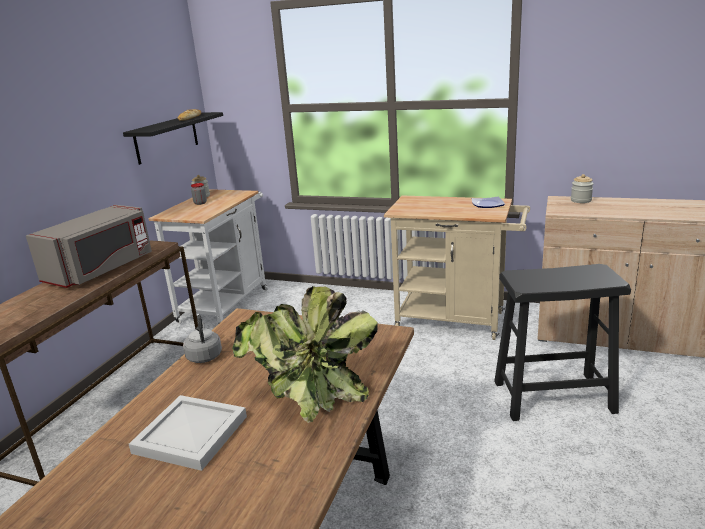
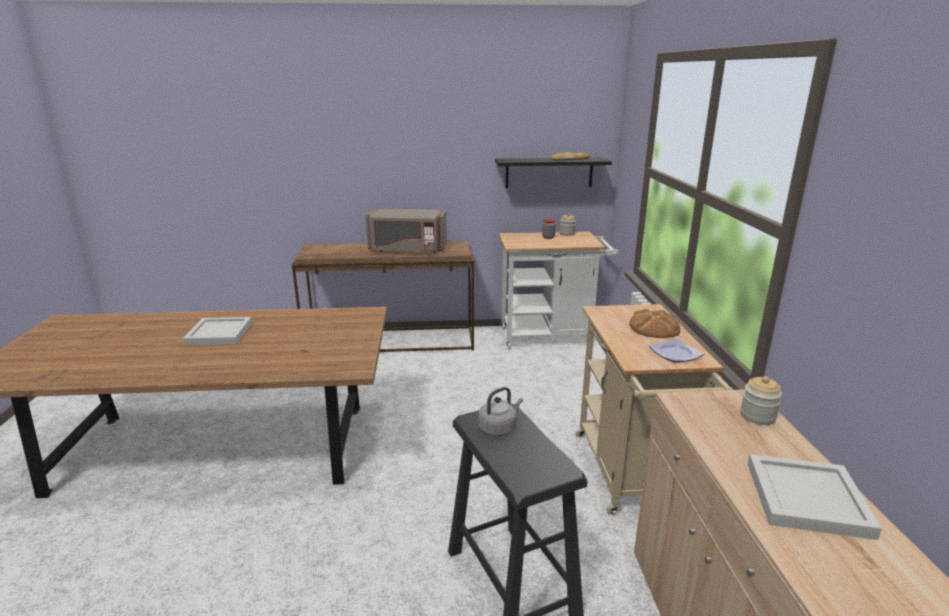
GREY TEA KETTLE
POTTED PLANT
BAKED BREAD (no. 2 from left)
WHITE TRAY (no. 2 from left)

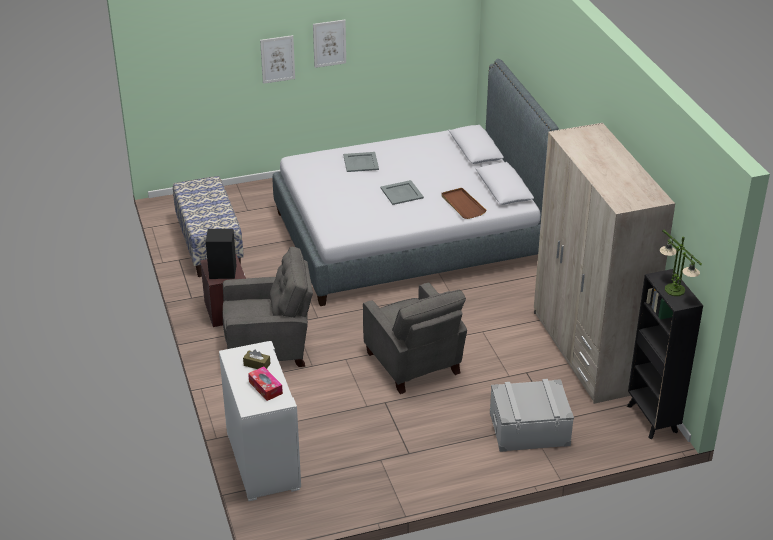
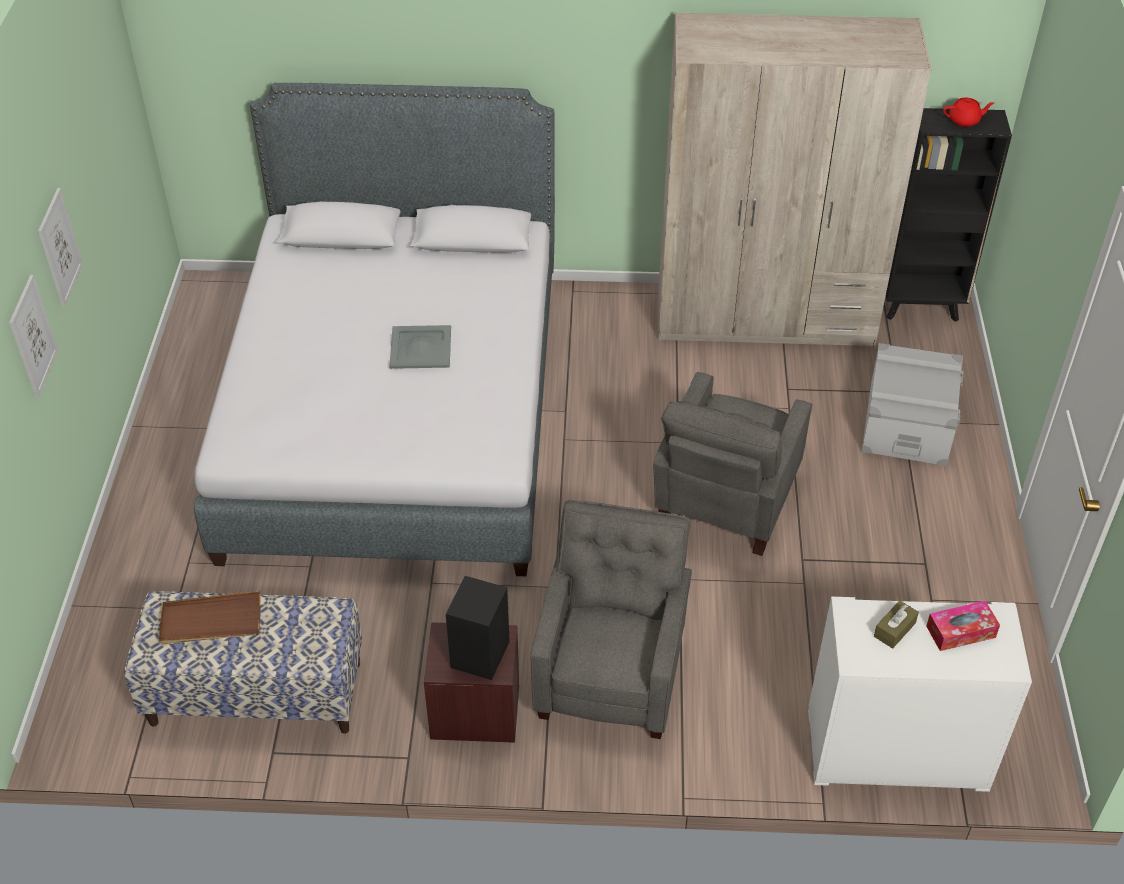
GREY TRAY (no. 1 from left in the first image)
GREY ARMCHAIR (no. 2 from left)
BROWN TRAY
REDDISH TEA POT

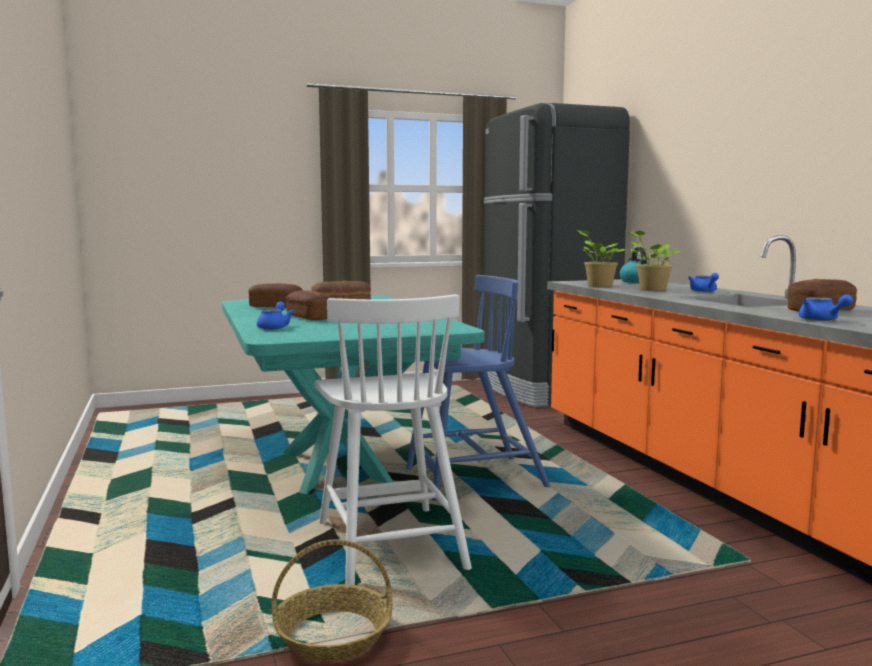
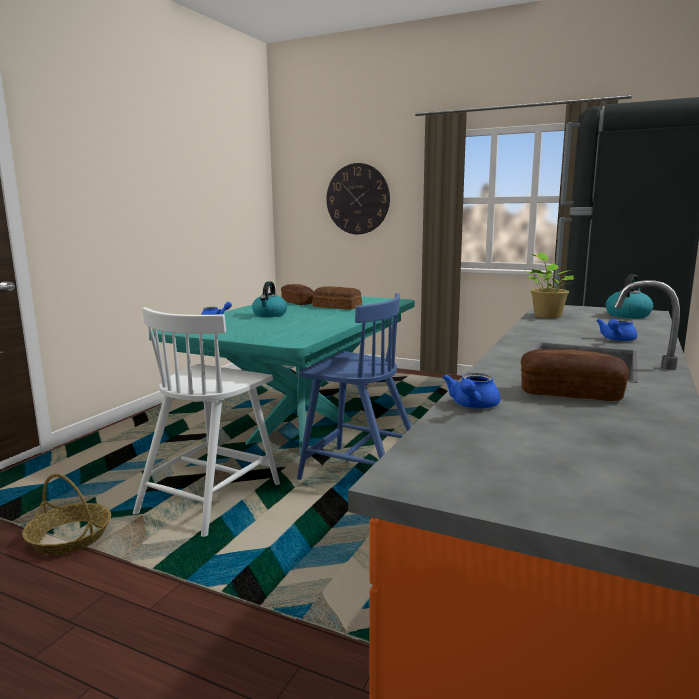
TEA KETTLE (no. 1 from left)
POTTED PLANT (no. 2 from left in the first image)
HANGING CLOCK

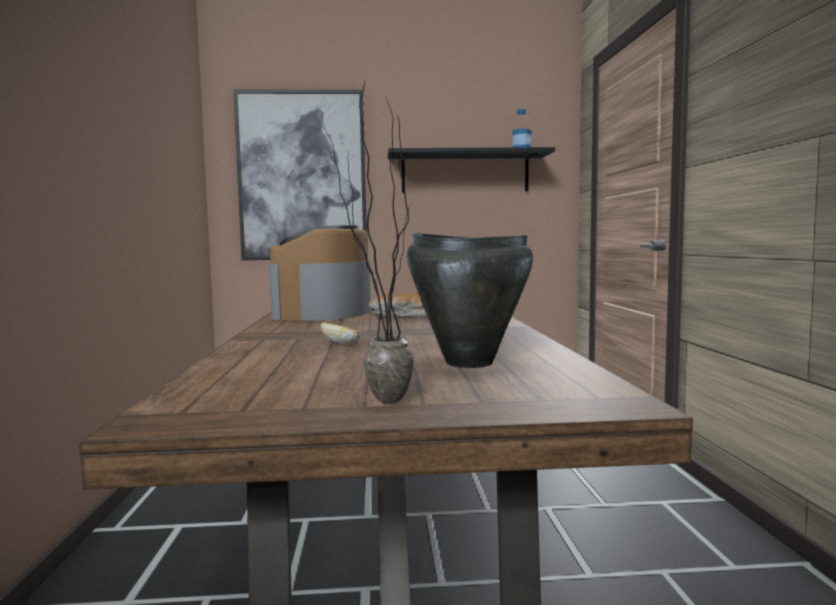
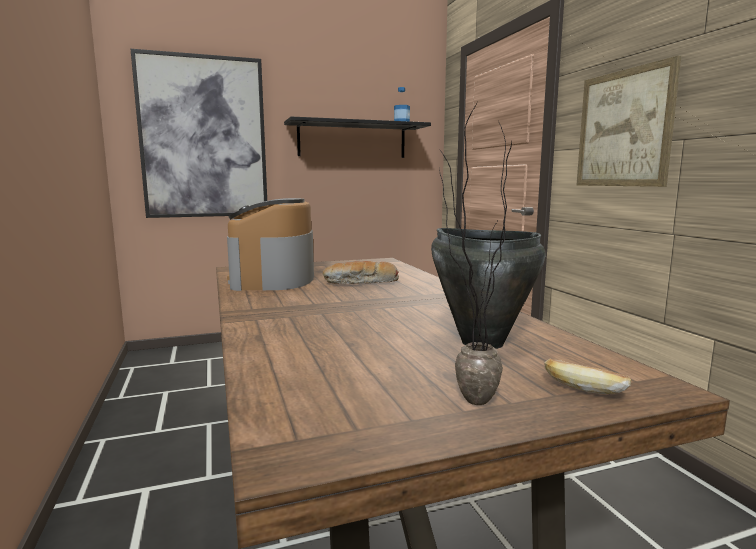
BAKED BREAD (no. 2 from left)
PICTURE (no. 2 from left)

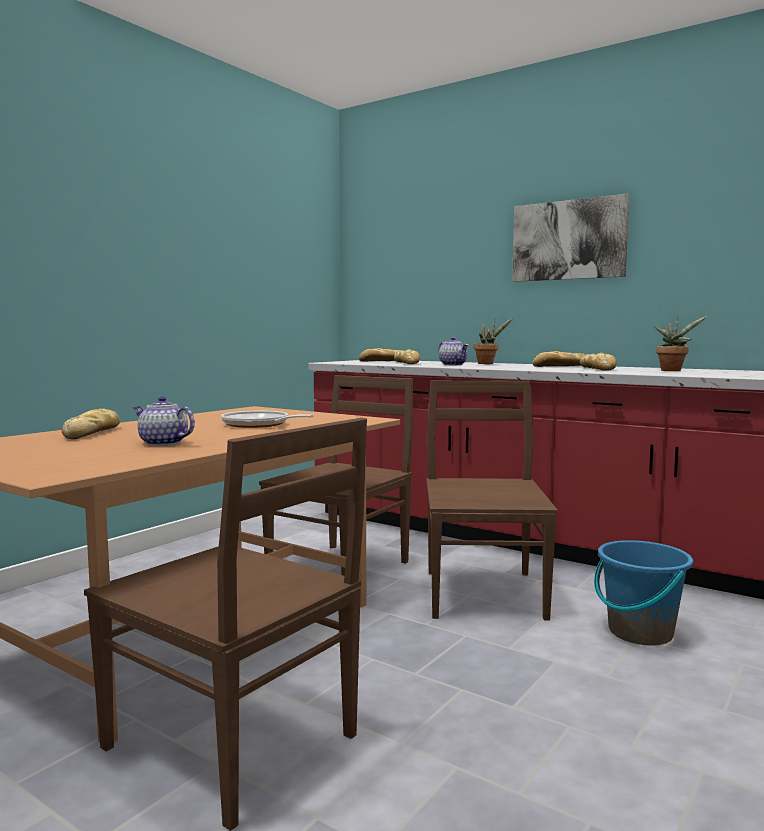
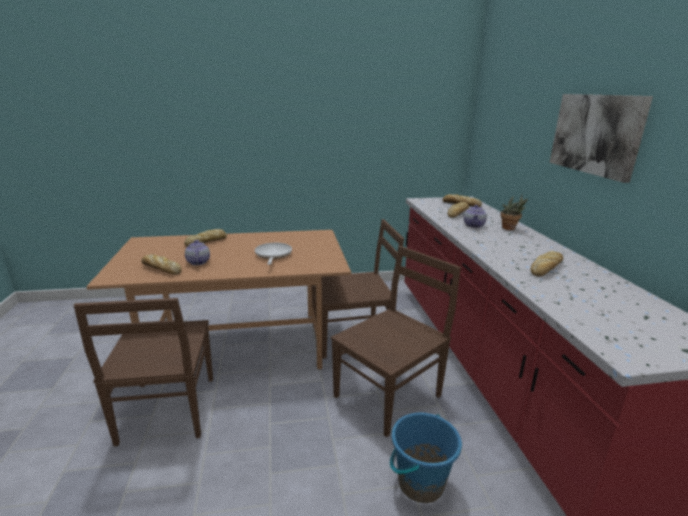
BAKED BREAD (no. 1 from left)
POTTED PLANT (no. 2 from left in the first image)

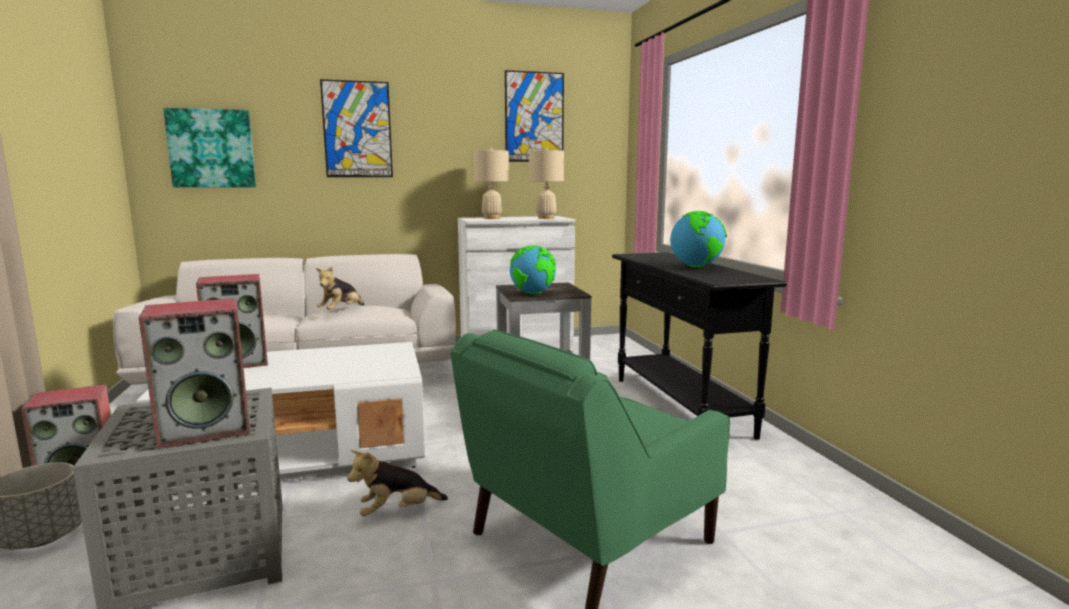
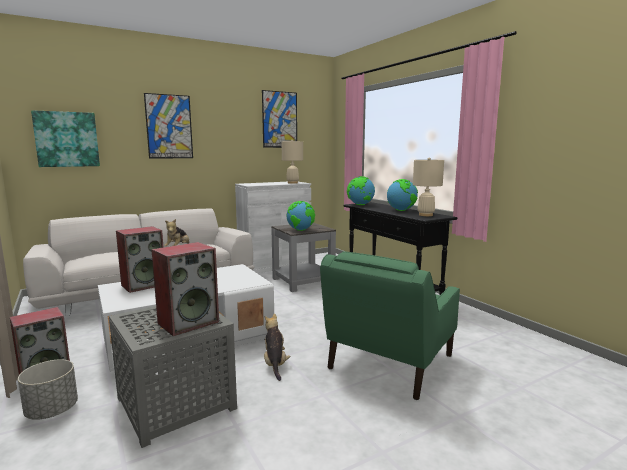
SOFT TOY (no. 2 from left)
BEIGE TABLETOP LAMP (no. 2 from left)
GLOBE (no. 2 from left)

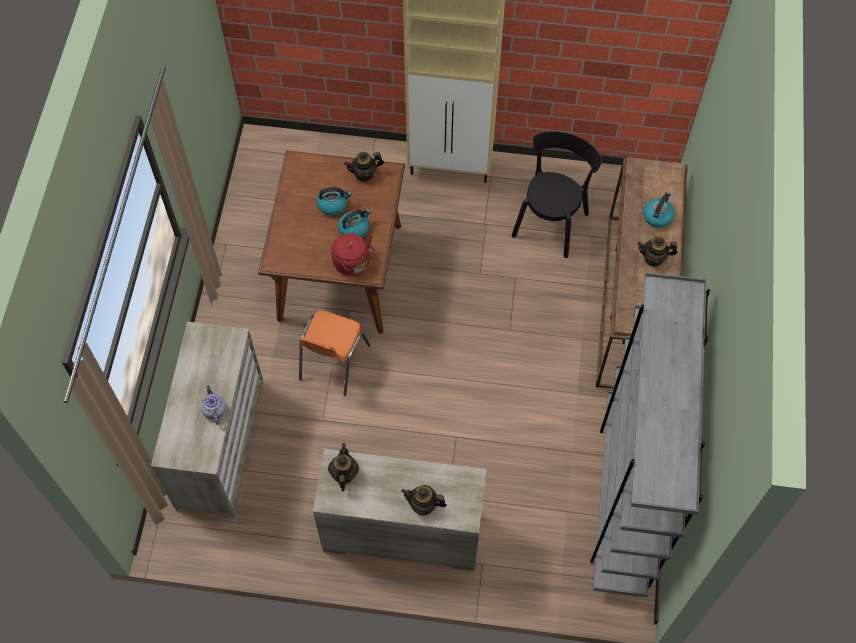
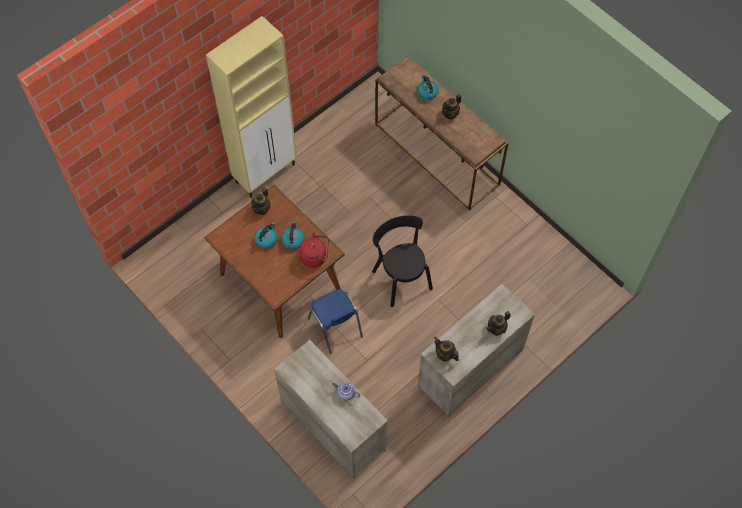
BLUE CHAIR
BLACK-COLOURED CHAIR
GREY SHELVING UNIT

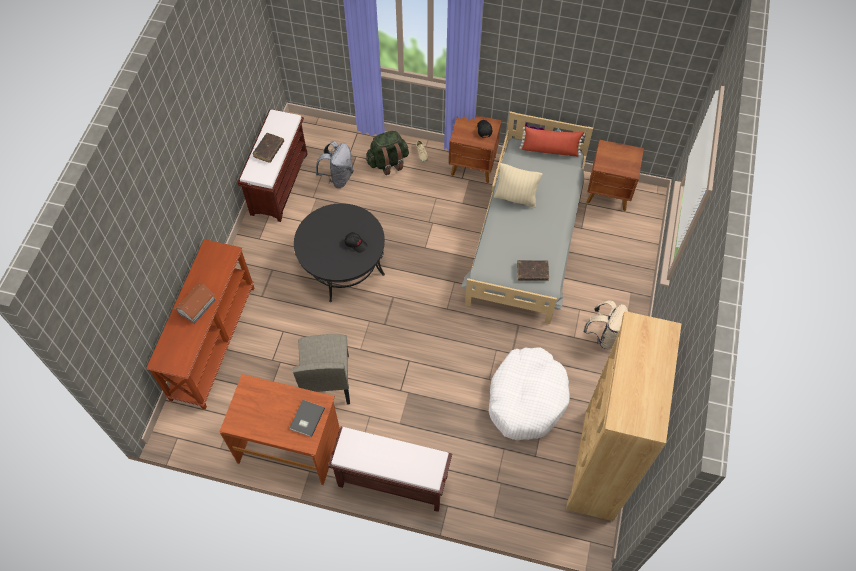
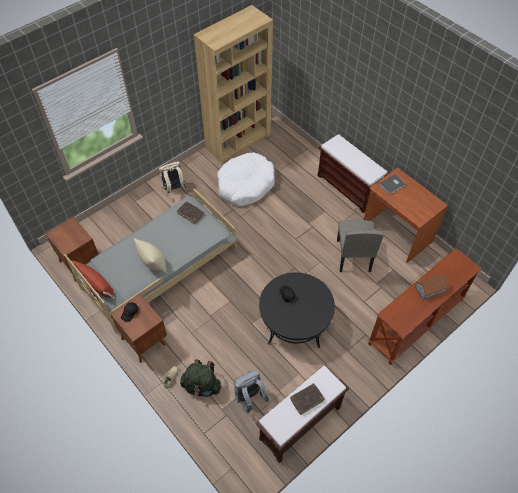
BEIGE CHAIR

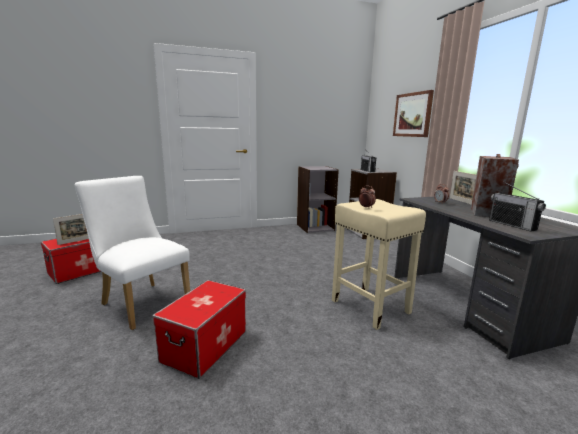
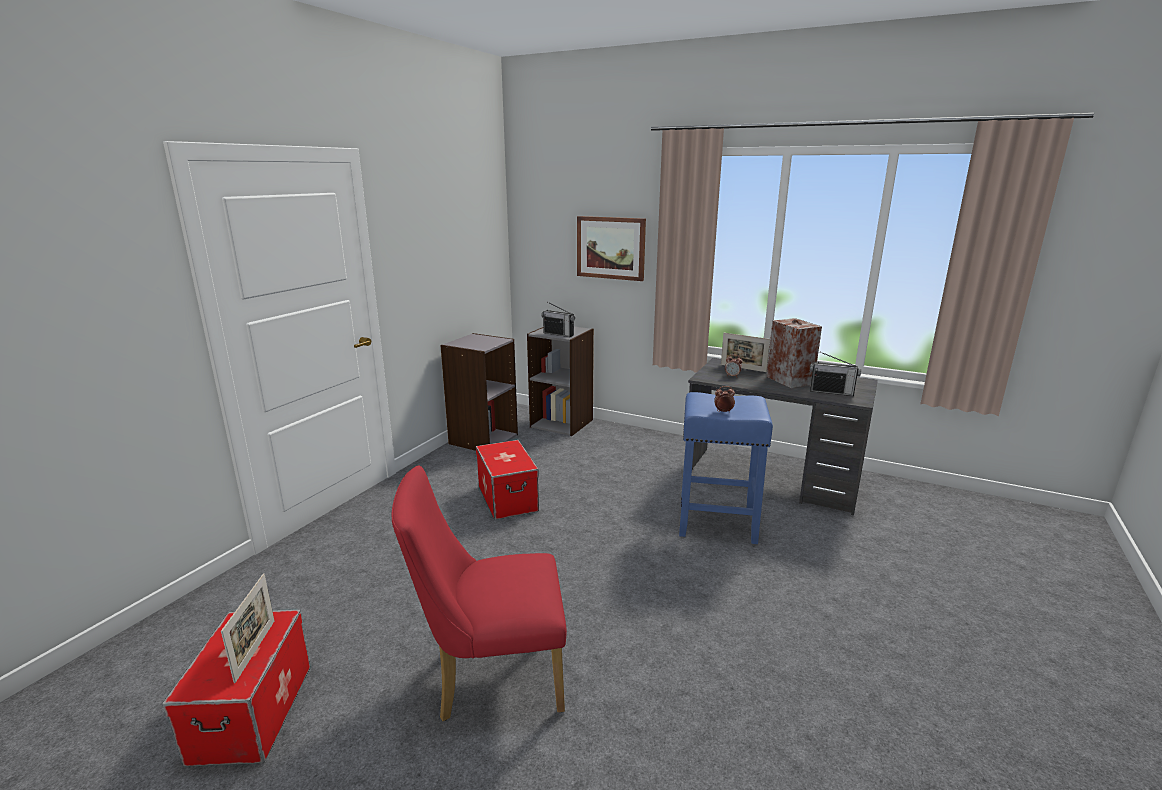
REDDISH CHAIR
STORAGE BOX (no. 2 from left)
BLUE STOOL SEAT

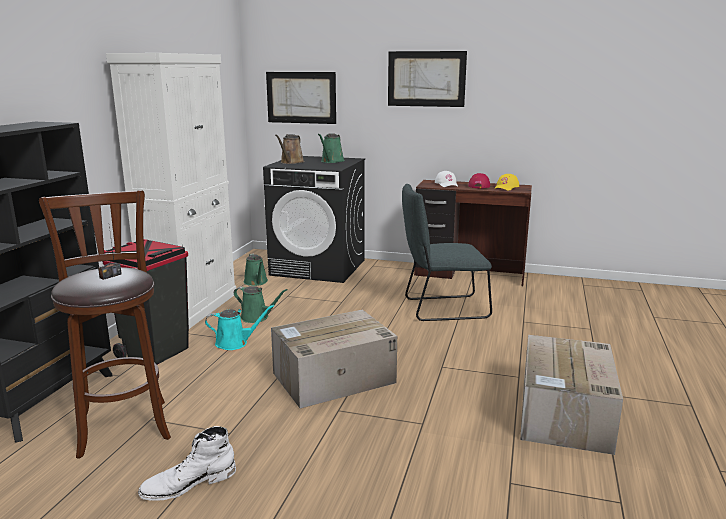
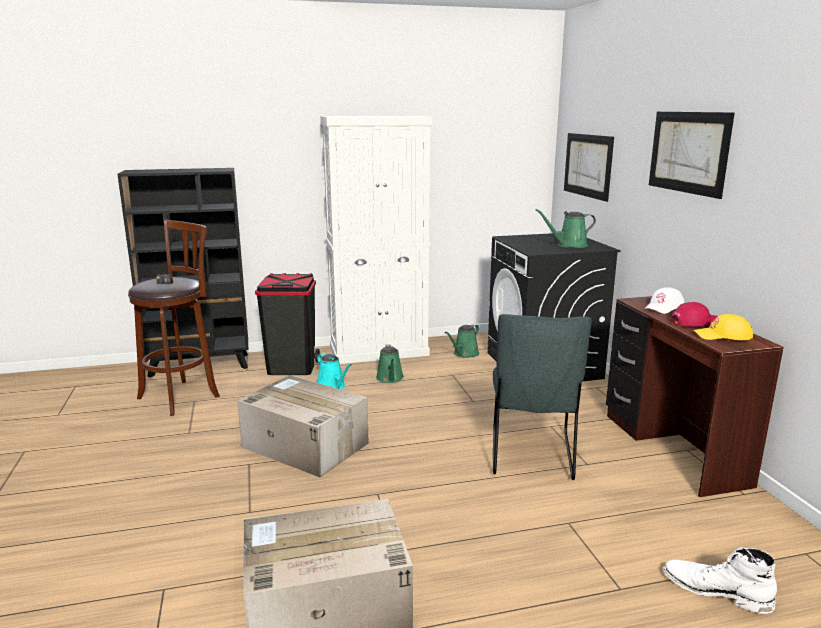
WHITE BOOT
BROWN WATERING CAN
GREY CHAIR

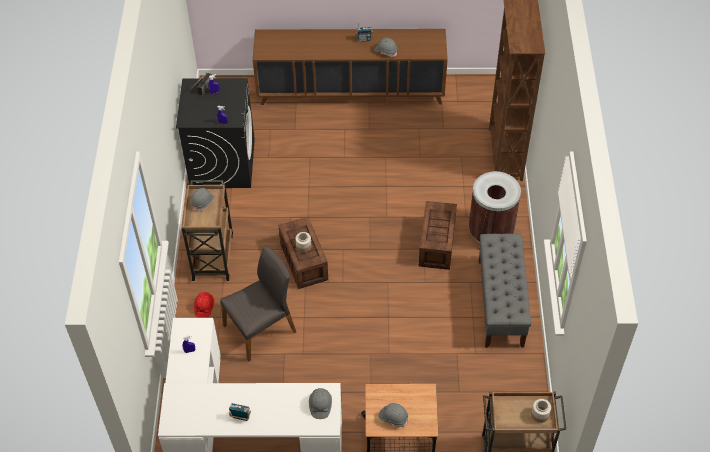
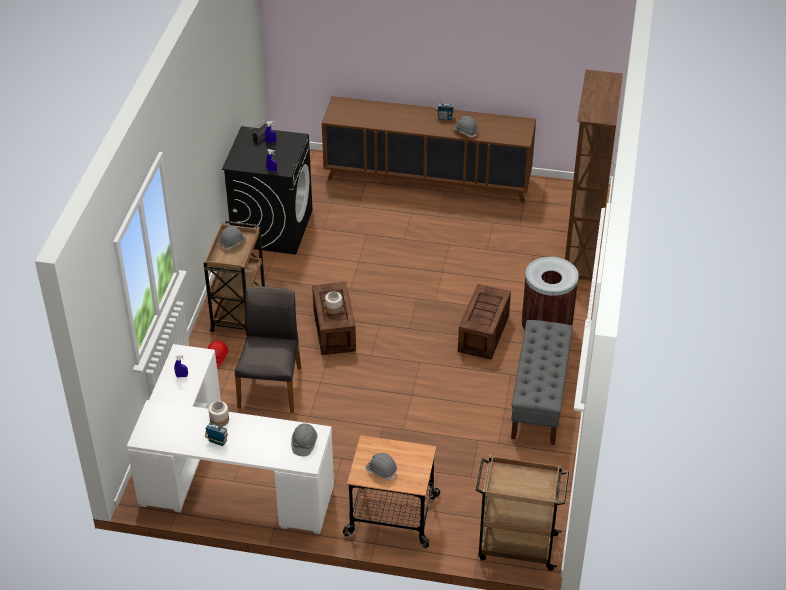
GREY CHAIR
STORAGE JAR (no. 1 from left)

